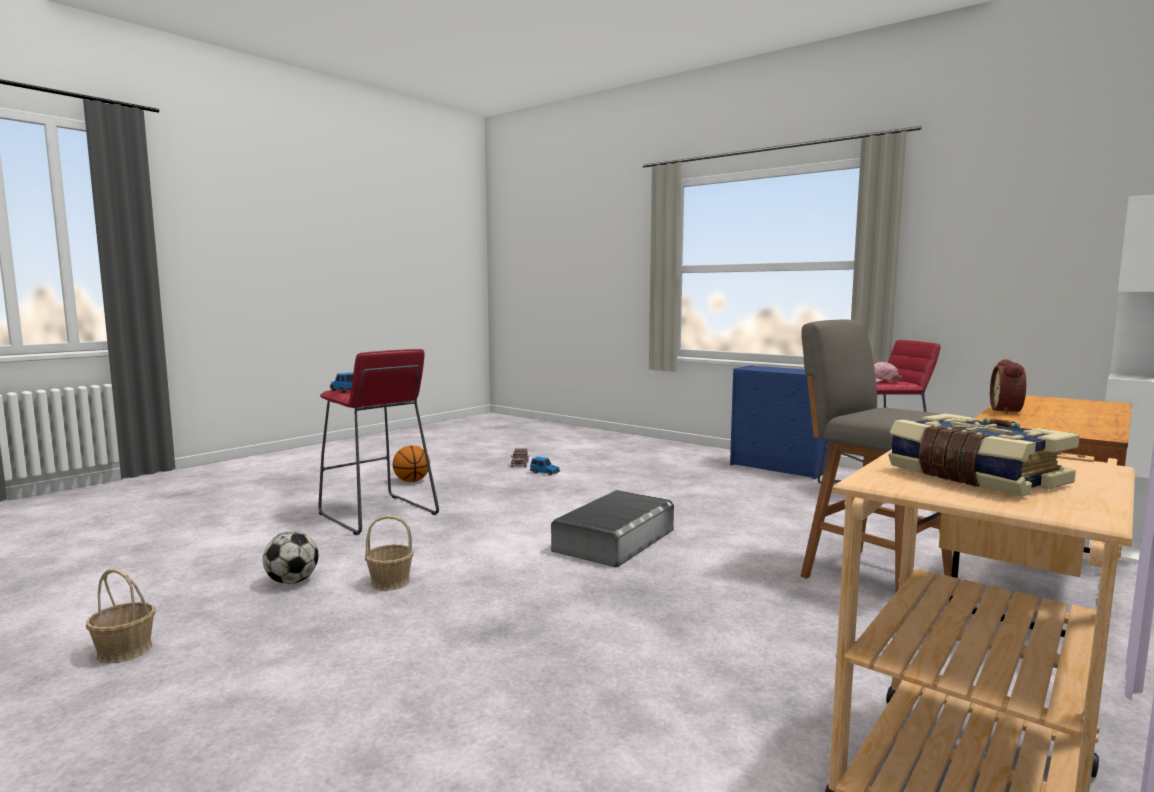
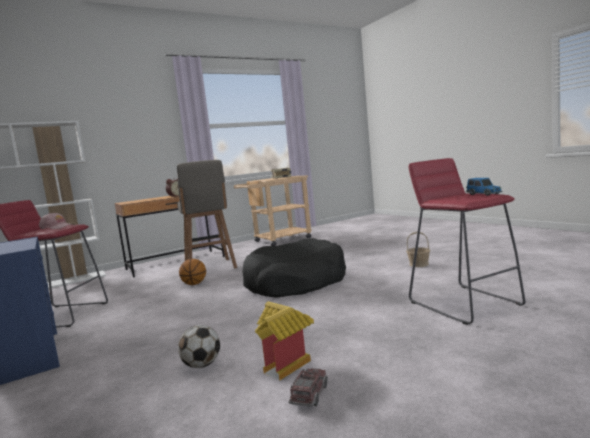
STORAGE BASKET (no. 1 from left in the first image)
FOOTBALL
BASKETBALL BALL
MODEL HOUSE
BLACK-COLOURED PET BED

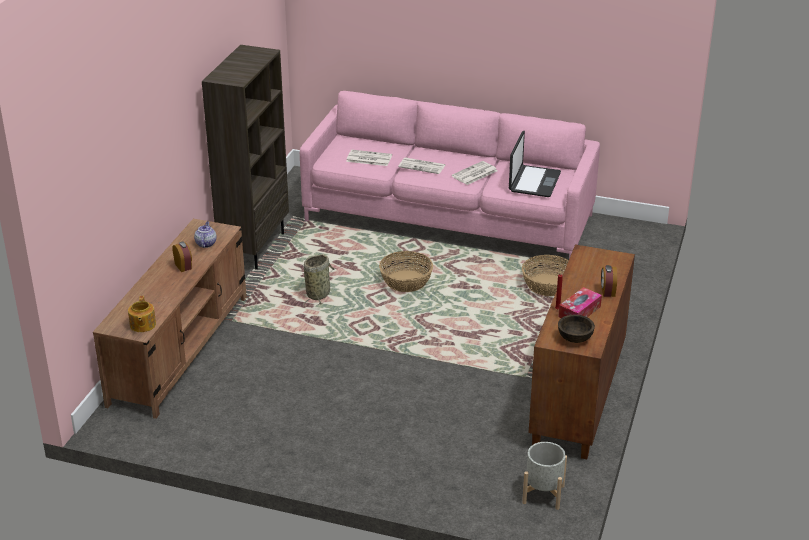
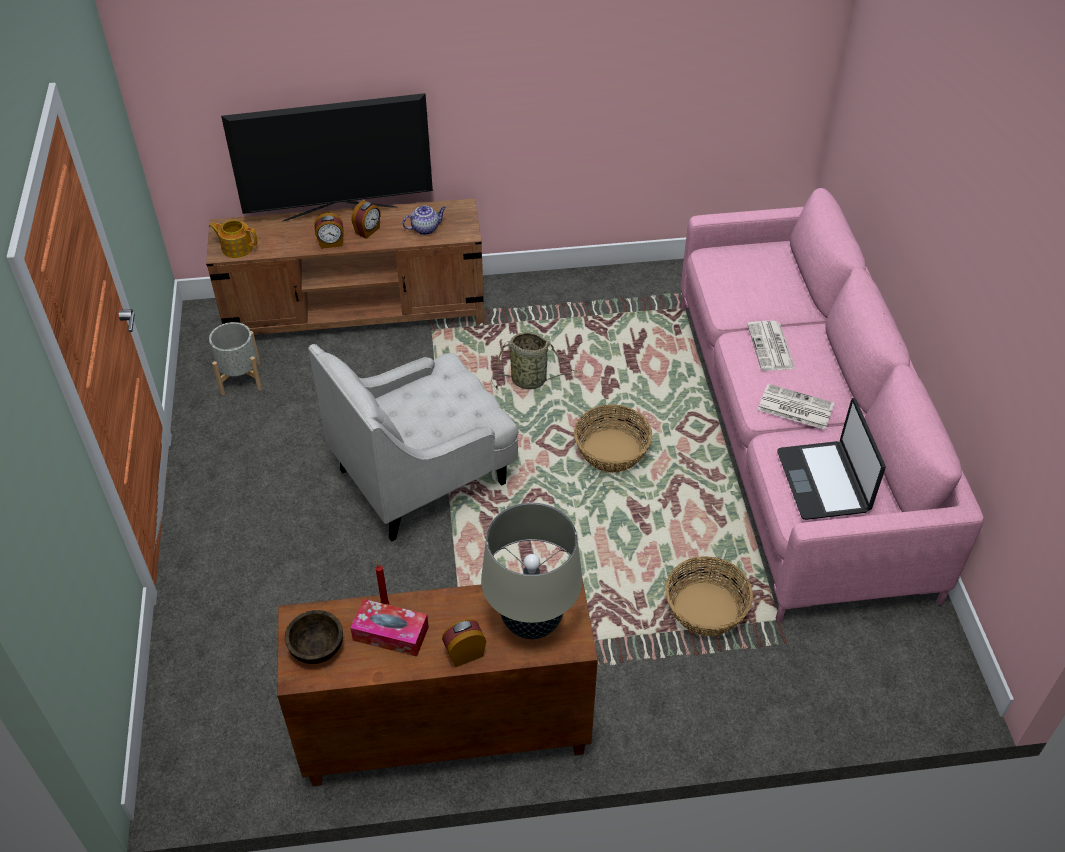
TEA POT (no. 1 from left)
BROWN SHELVING UNIT
PRINTED PAPER (no. 1 from left in the first image)
NOTEBOOK COMPUTER
GREY PLANTER
TV
WHITE ARMCHAIR
ALARM CLOCK (no. 1 from left)
BEIGE TABLETOP LAMP

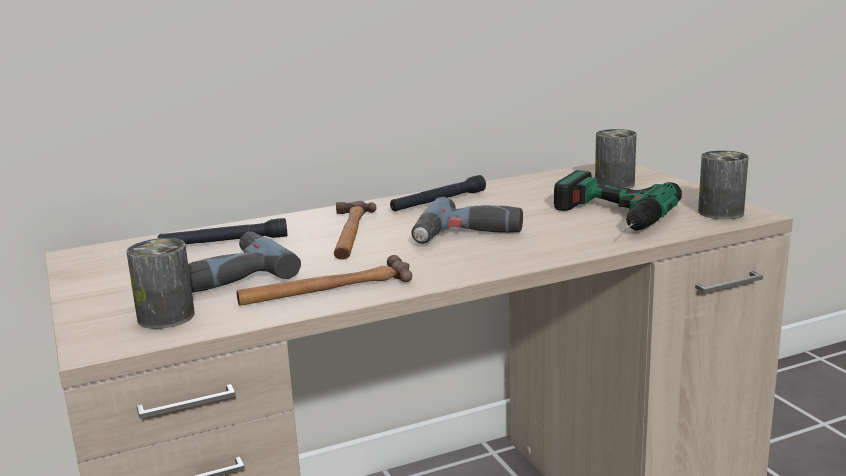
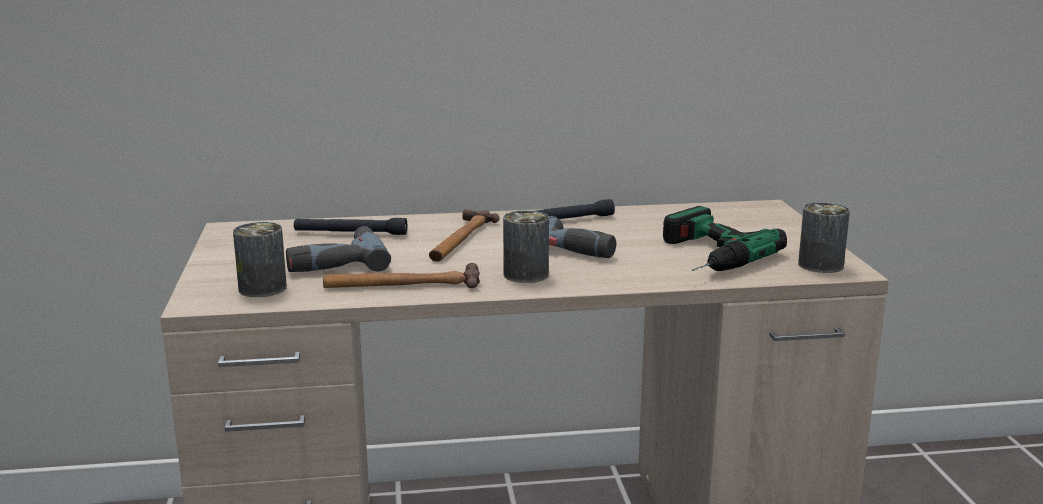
CAN (no. 2 from left)

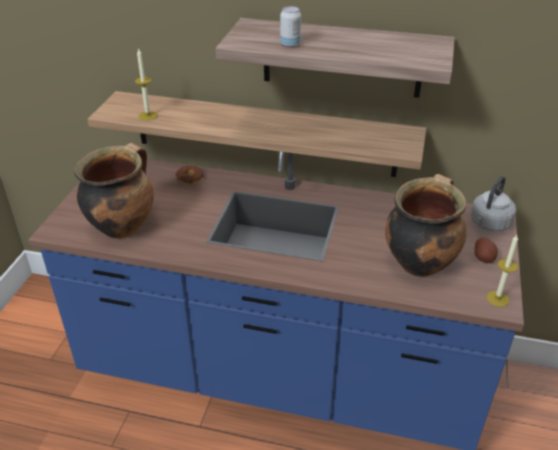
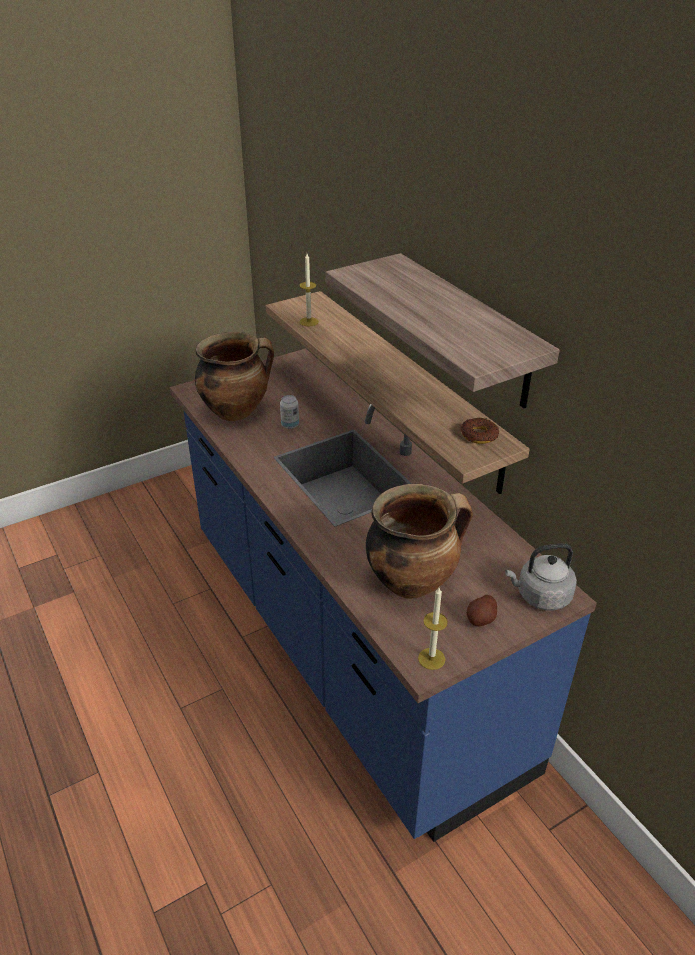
DOUGHNUT
CAN

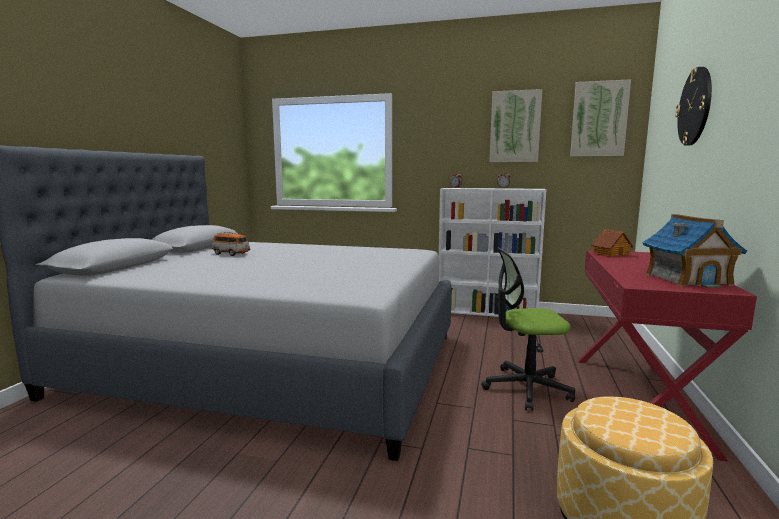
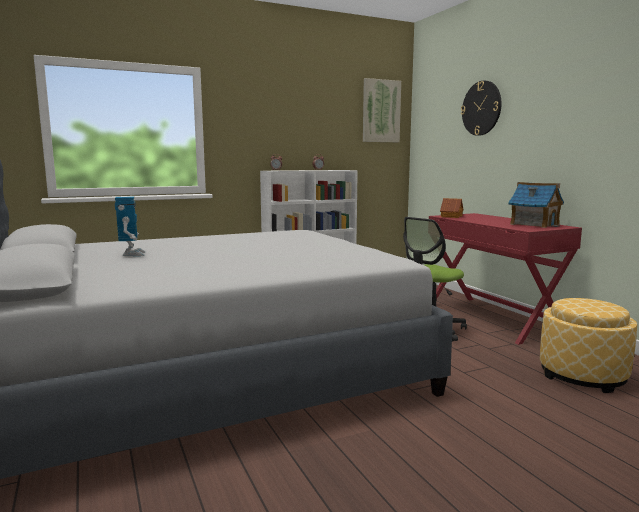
TOY ROBOT
PICTURE (no. 1 from left in the first image)

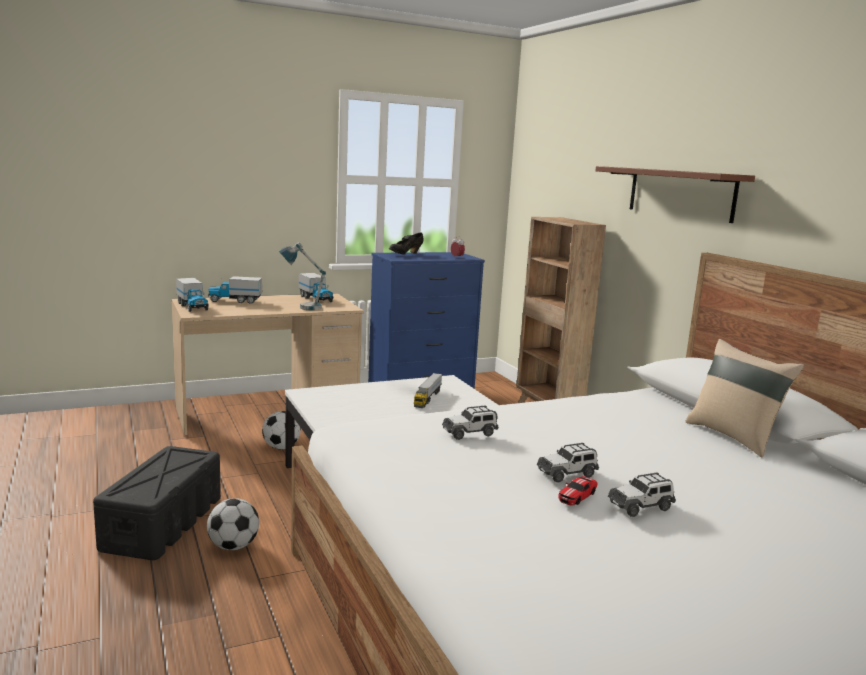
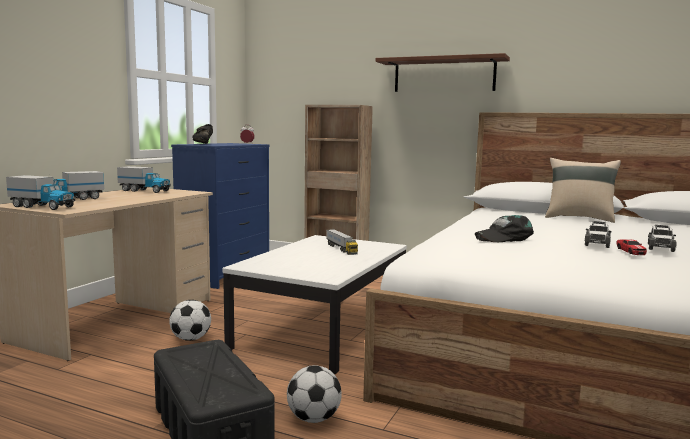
TABLETOP LAMP
BLACK-COLOURED BASEBALL CAP

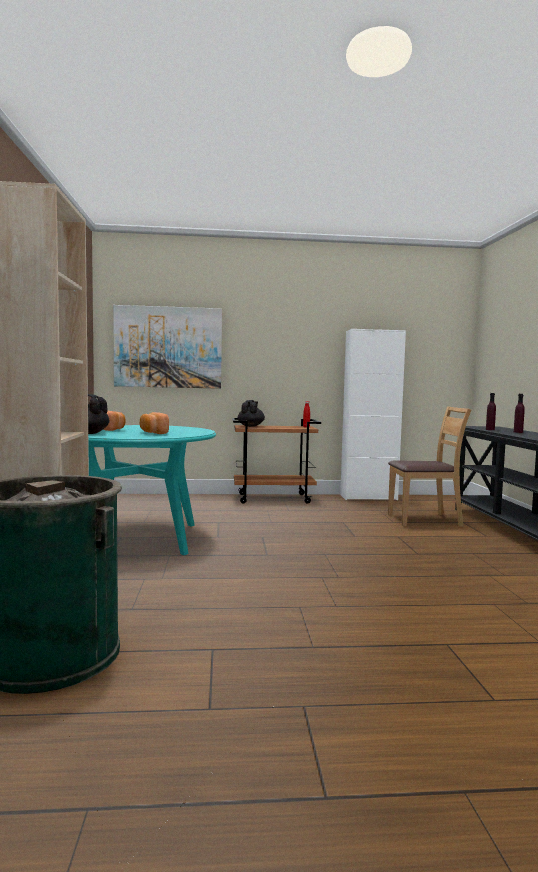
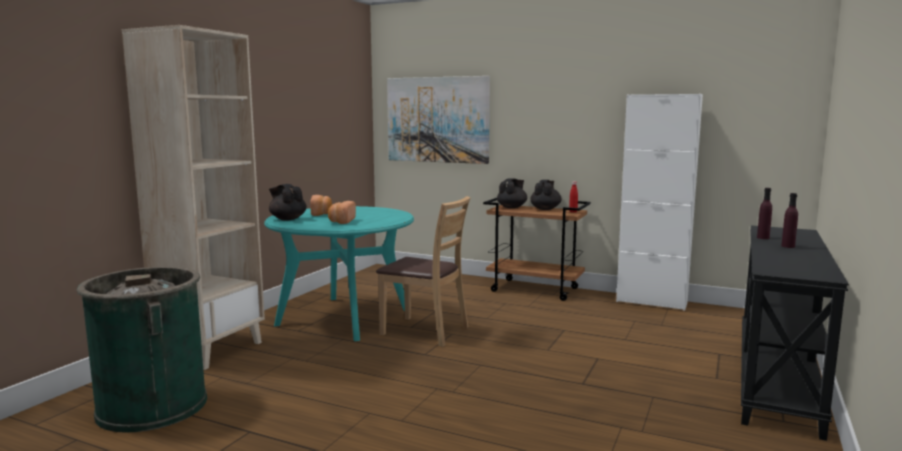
BROWN CHAIR
BLACK-COLOURED TEA POT (no. 3 from left)

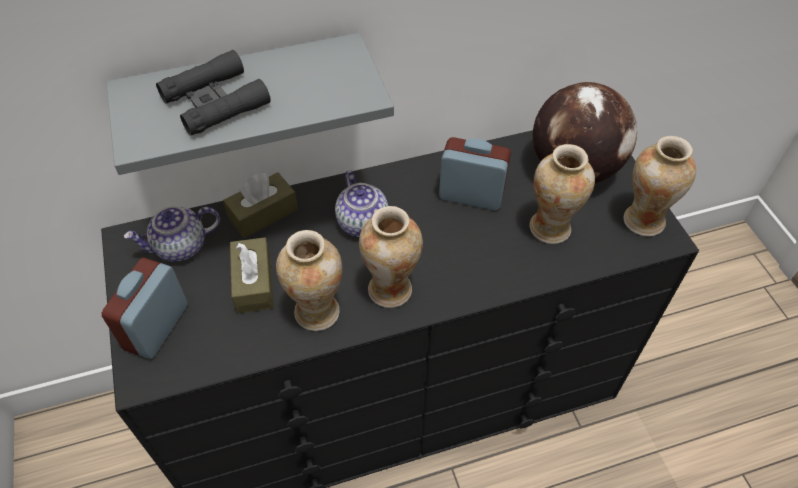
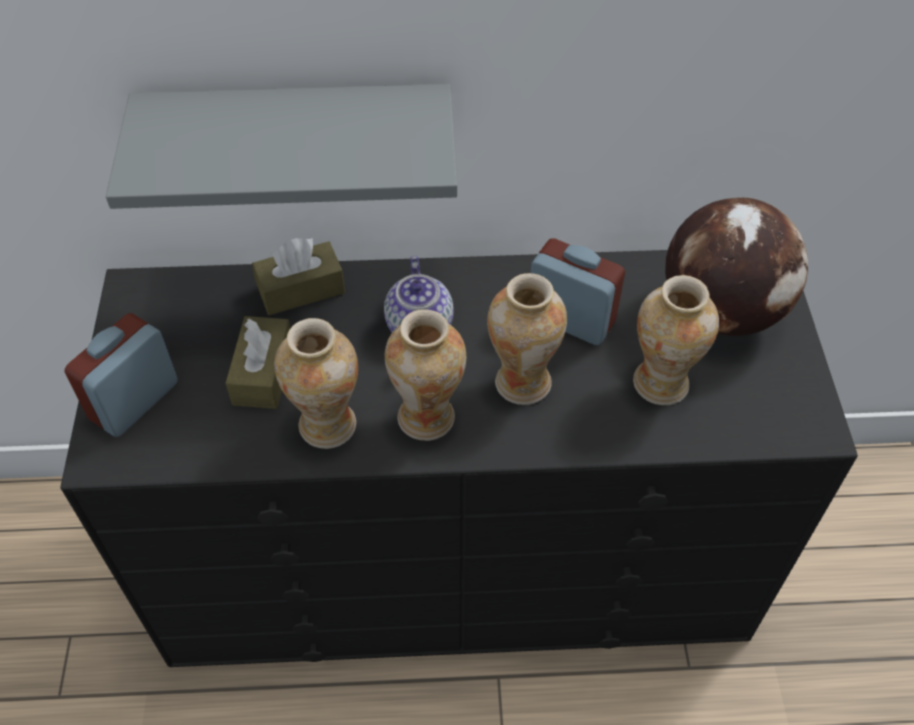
TEA POT (no. 1 from left in the first image)
BLACK-COLOURED FIELD GLASSES
DECORATIVE VASE (no. 3 from left)

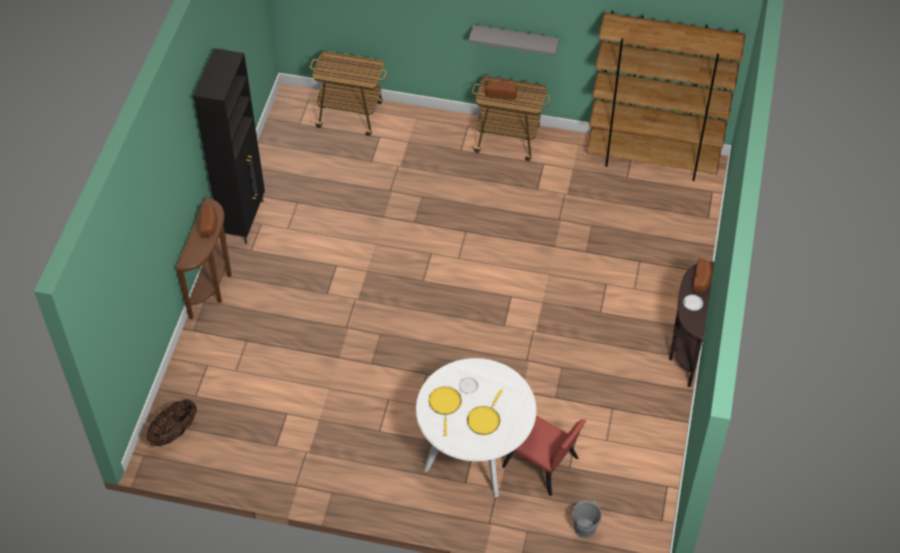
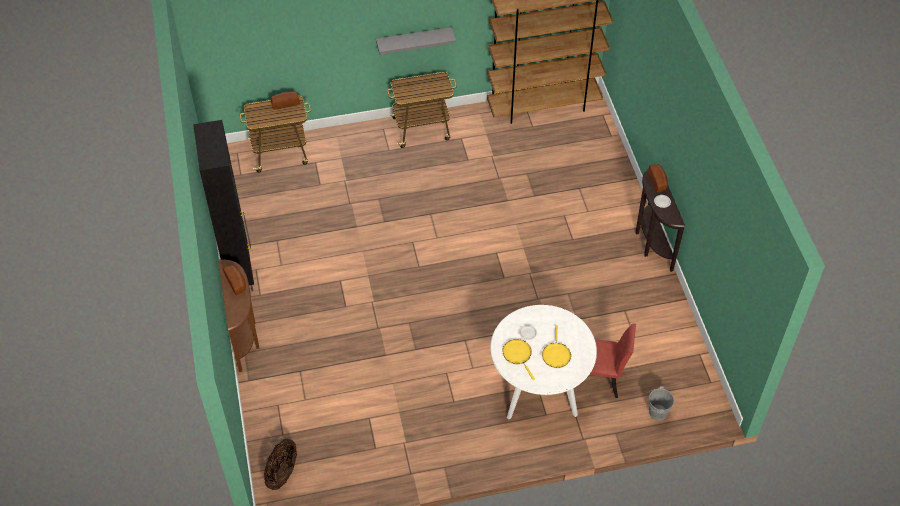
BAKED BREAD (no. 2 from left)

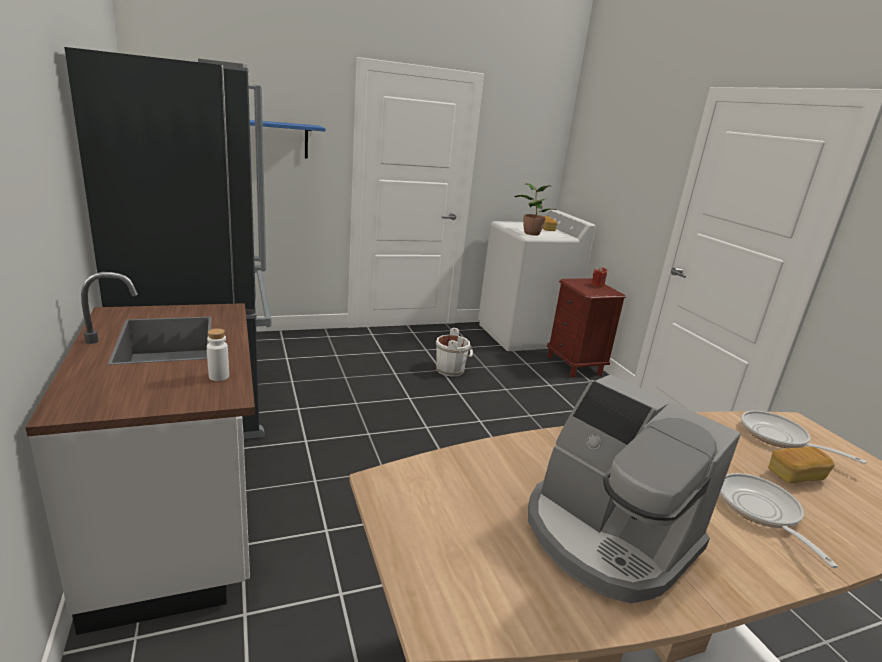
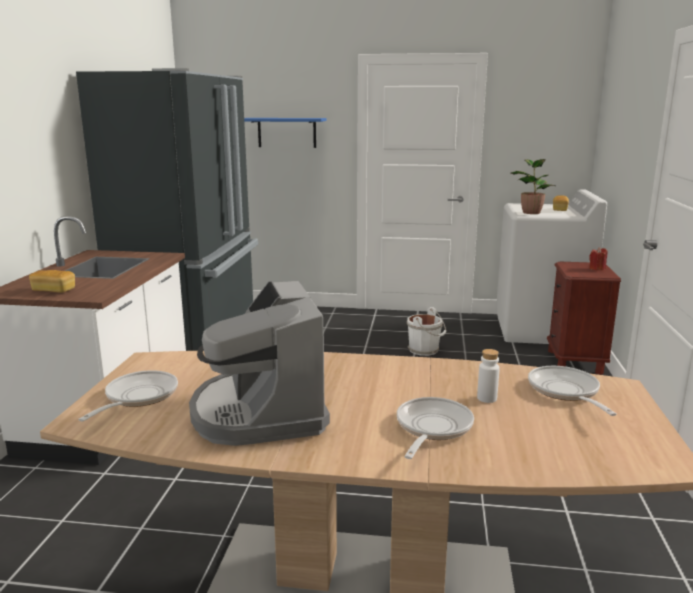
WHITE BOTTLE
BAKED BREAD (no. 1 from left)
PAN (no. 1 from left)

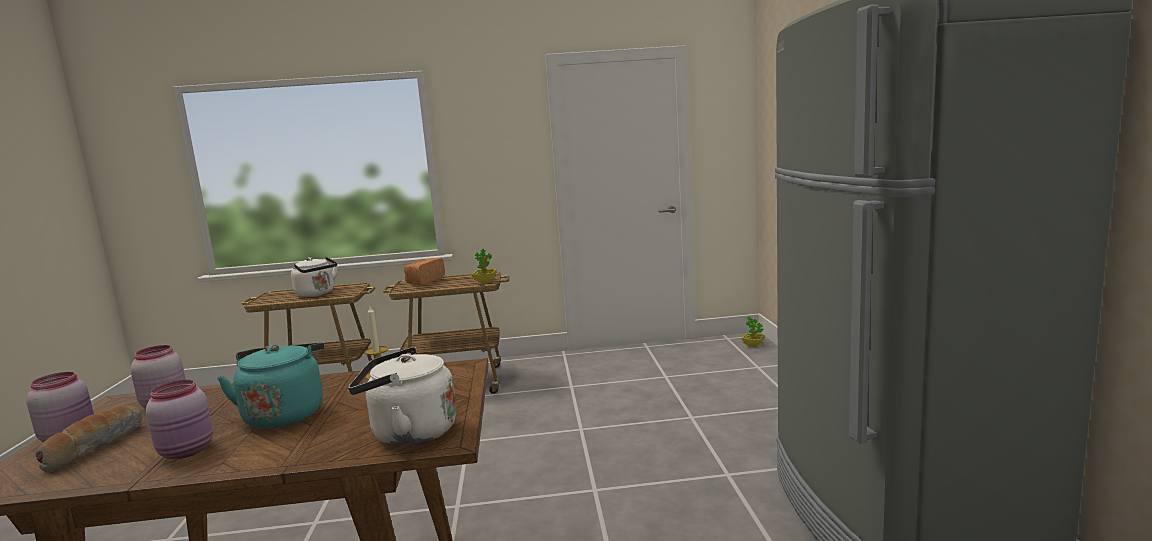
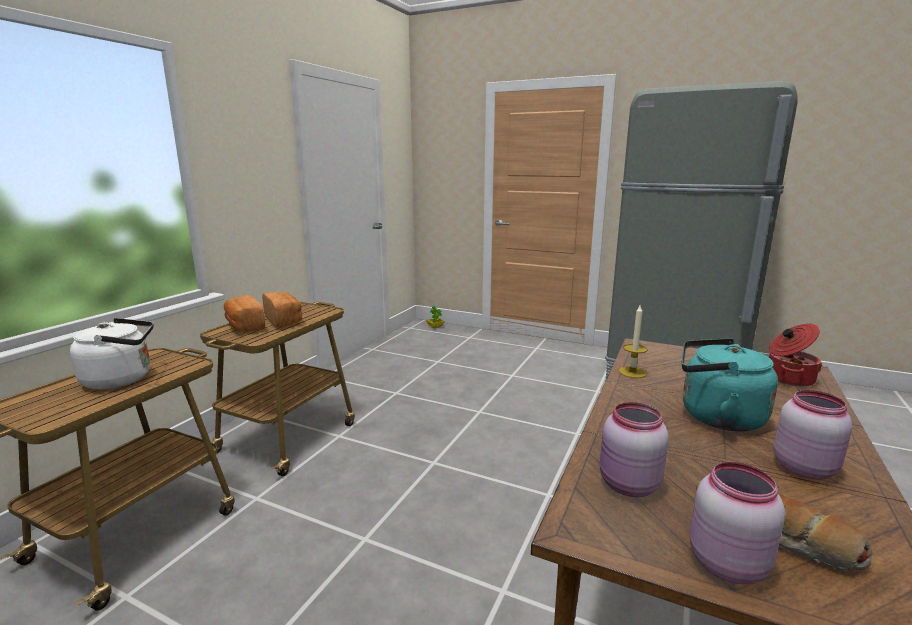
STOCKPOT
POTTED PLANT (no. 1 from left in the first image)
BAKED BREAD (no. 2 from left)

